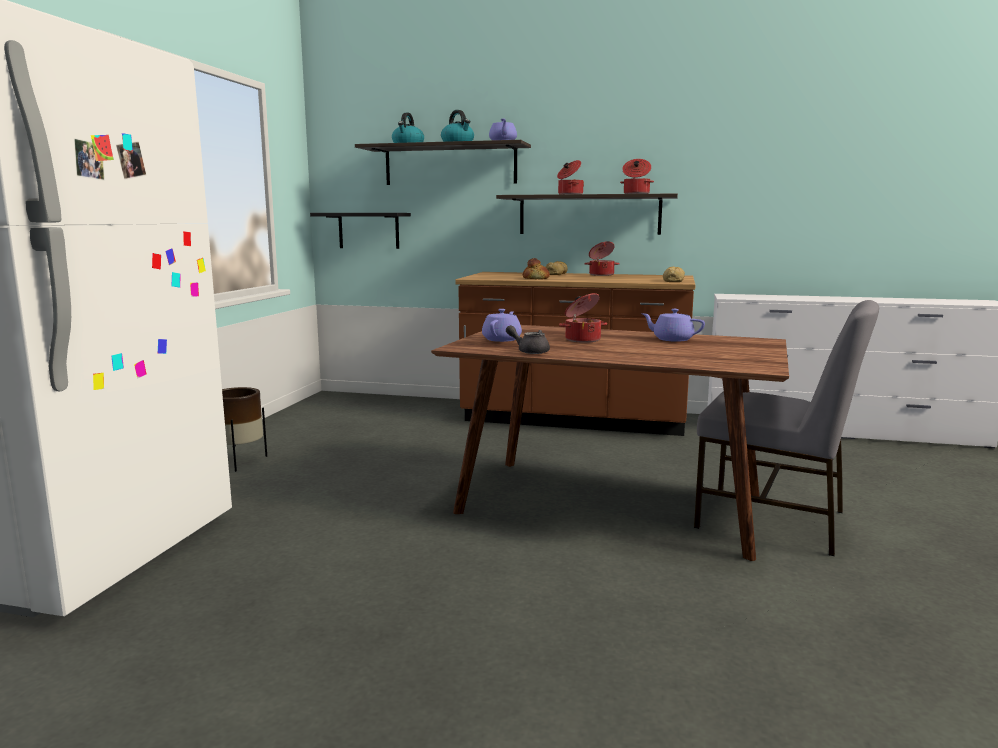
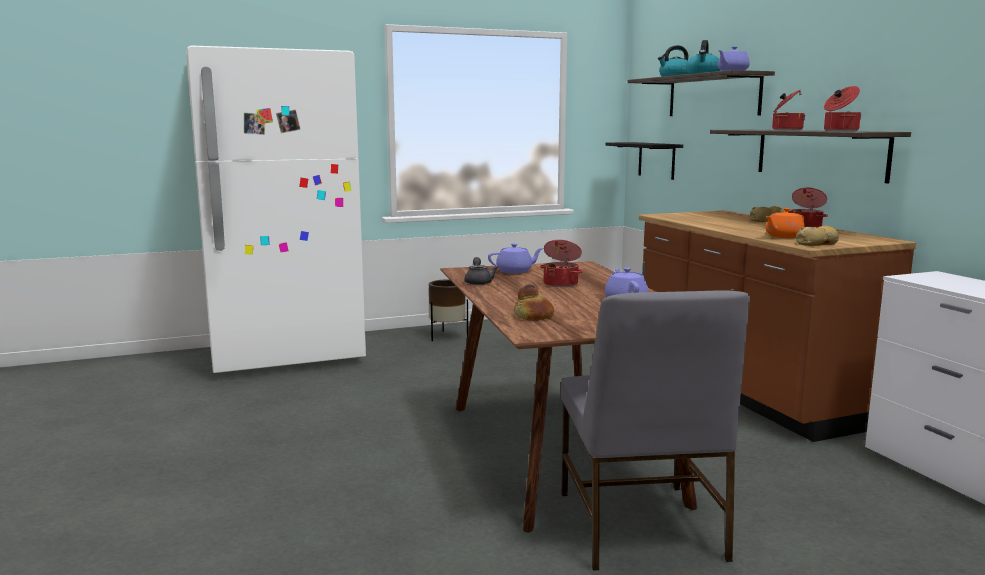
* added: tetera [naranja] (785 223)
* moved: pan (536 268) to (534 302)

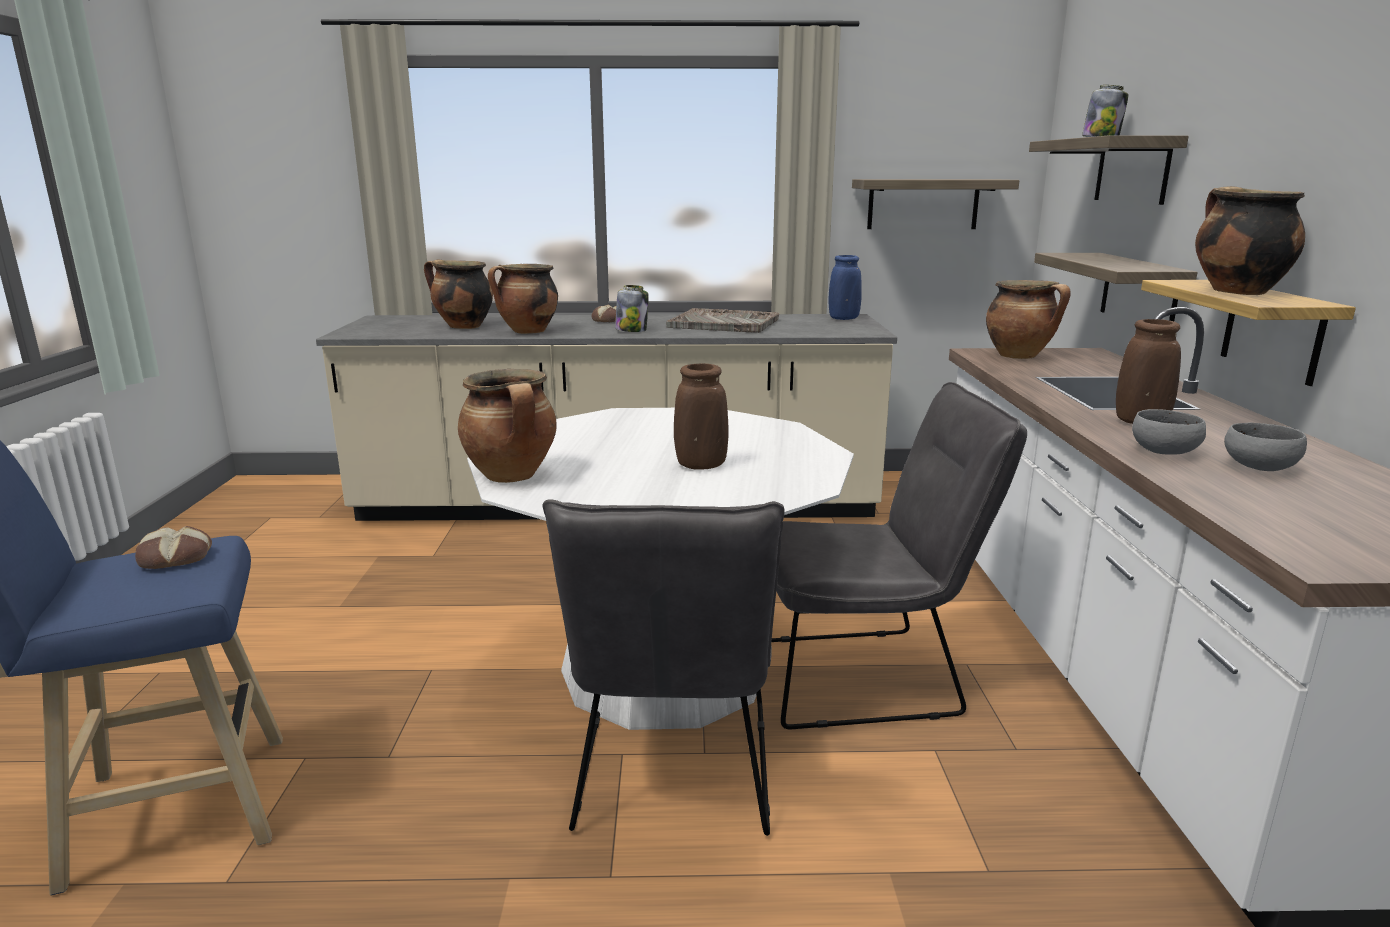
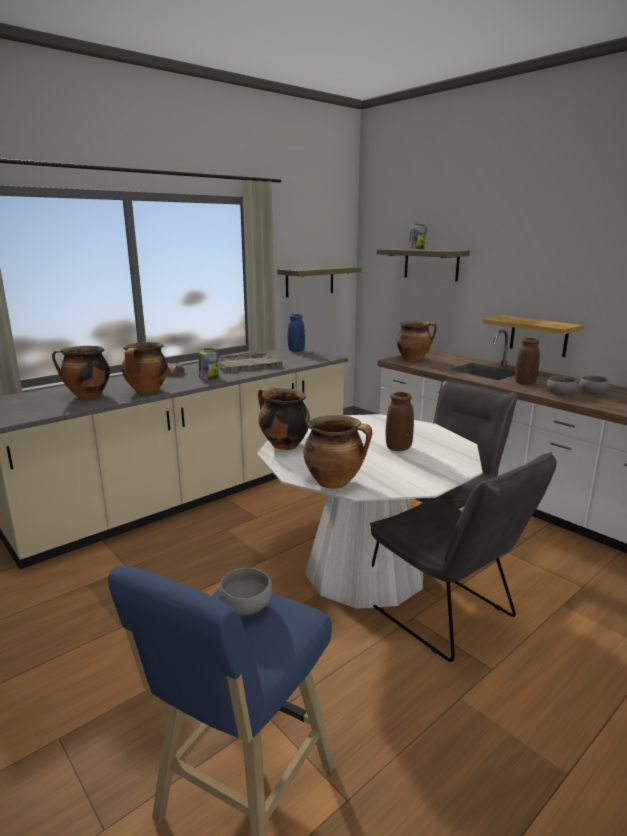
* removed: estante (1116 287)
* moved: olla (1250 240) to (284 419)
* replaced: pan (173 547) to cuenco [gris] (245 591)

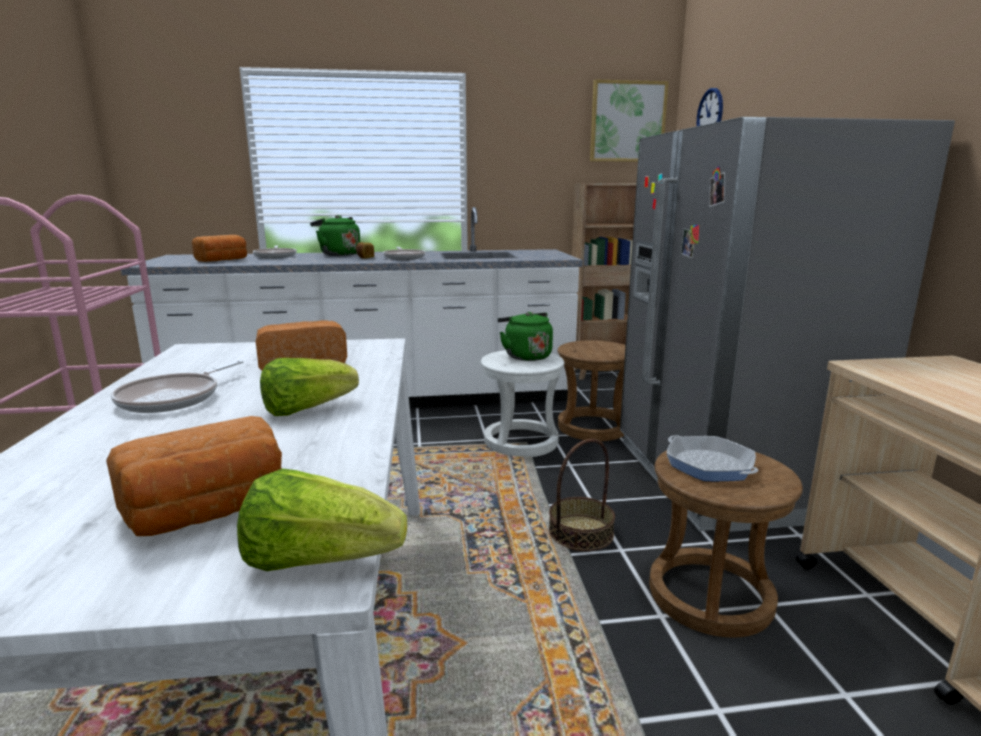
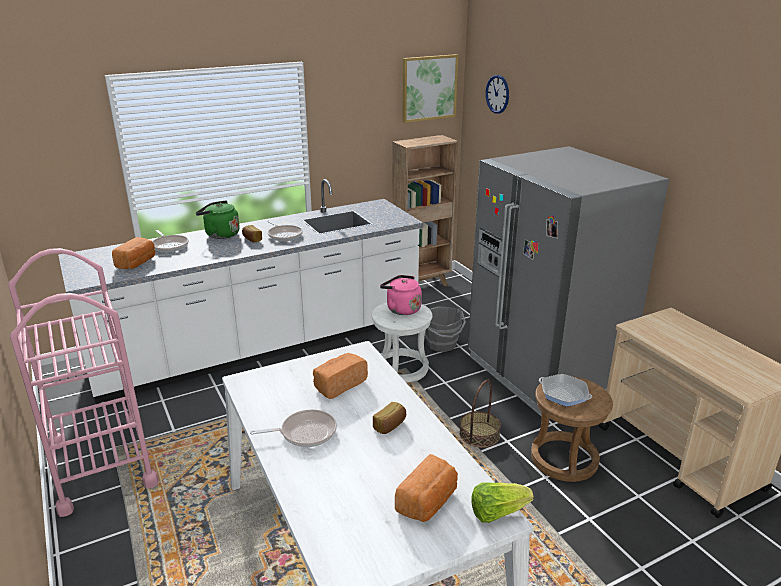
* replaced: lechuga (309 387) to pan (389 418)
* replaced: taburete [marrón] (591 390) to cubo [gris] (445 329)
* recoloured: hervidor [verde] (525 336) to hervidor [rosa] (401 295)
* turned: sartén (177 386) = (293 428) 105 degrees counterclockwise

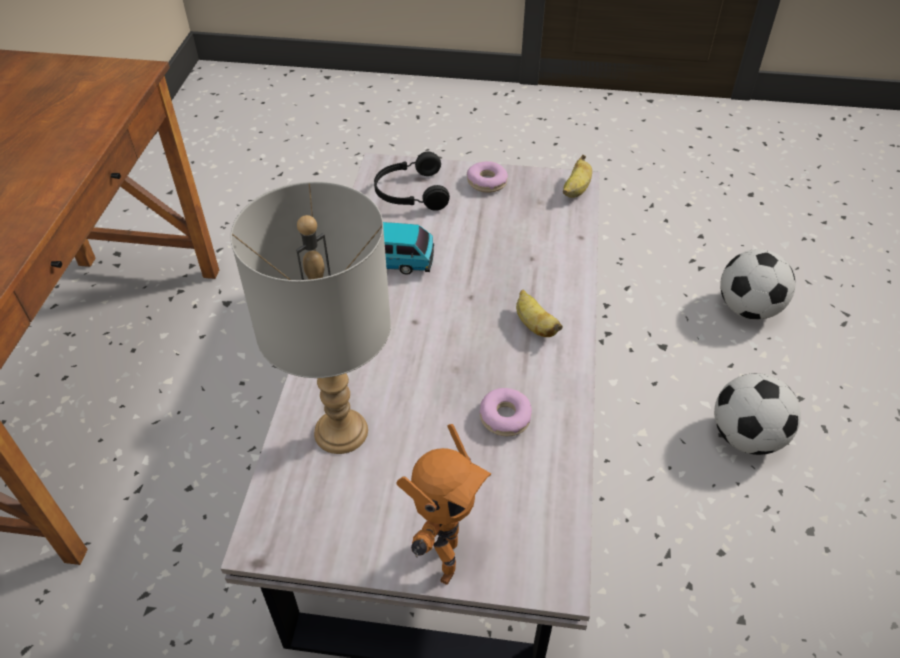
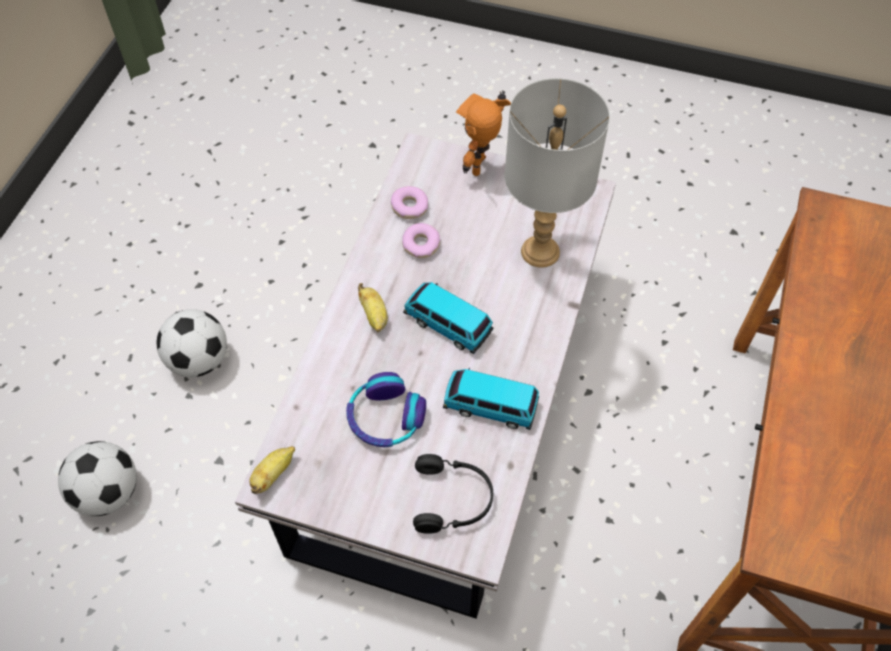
* added: auriculares (386 409)
* added: coche de juguete (448 318)
* moved: rosquilla (487 177) to (409 202)

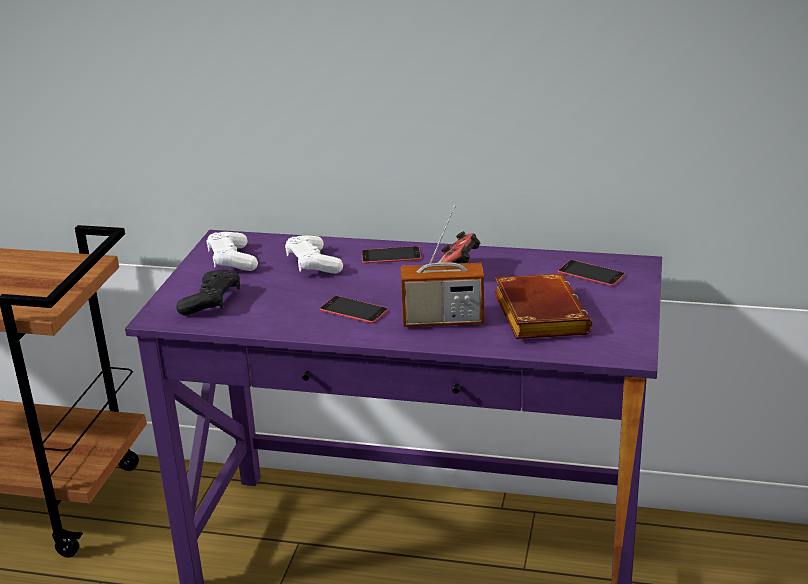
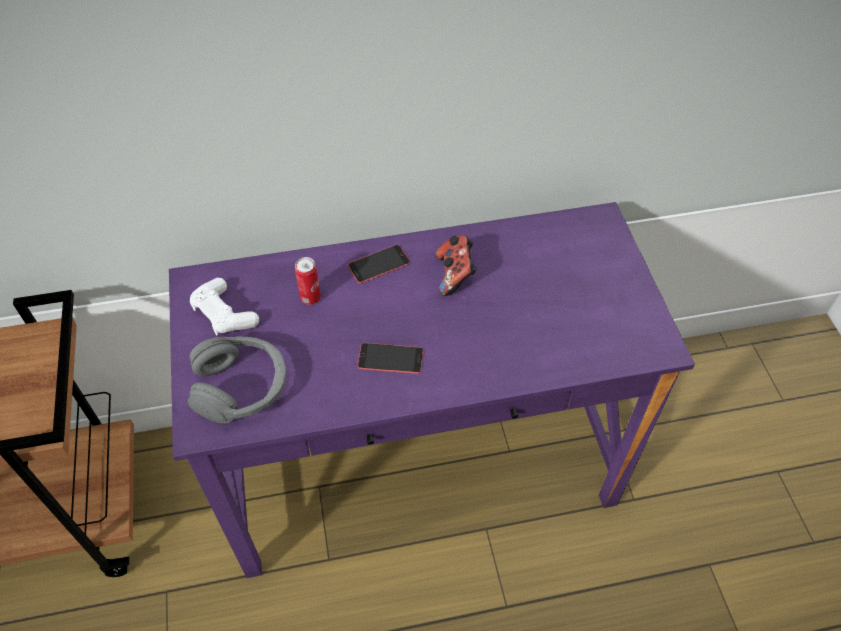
* removed: radio (442 266)
* removed: libro [marrón] (543 306)
* removed: móvil (591 273)
* replaced: mando de consola [negro] (208 292) to auriculares [gris] (237 379)
* replaced: mando de consola [blanco] (314 254) to lata (308 281)

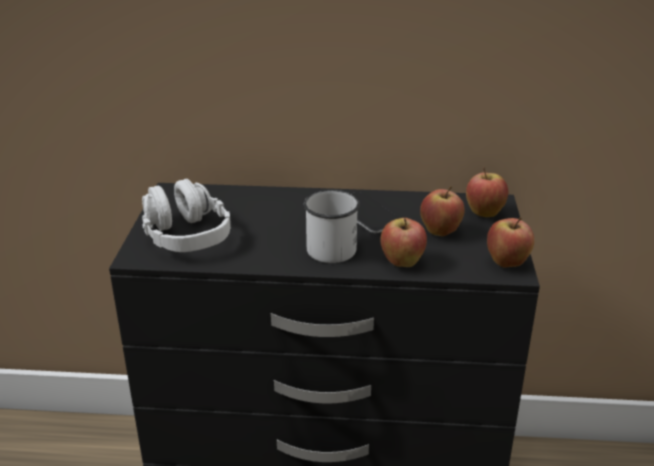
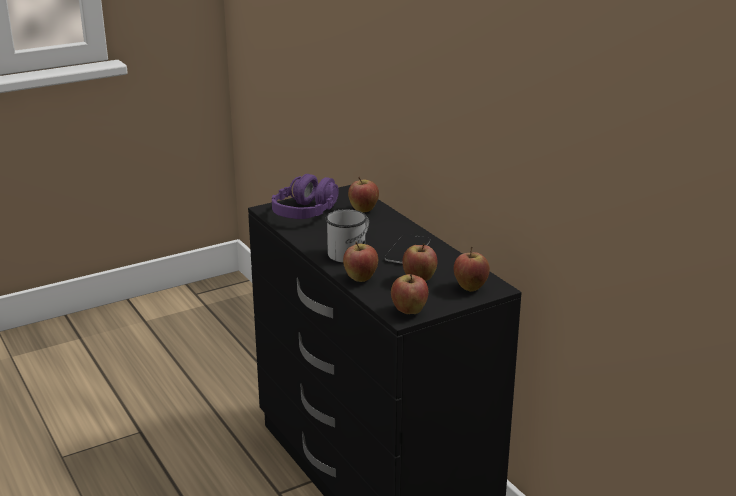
* added: manzana (363 194)
* recoloured: auriculares [gris] (186 215) to auriculares [morado] (305 196)

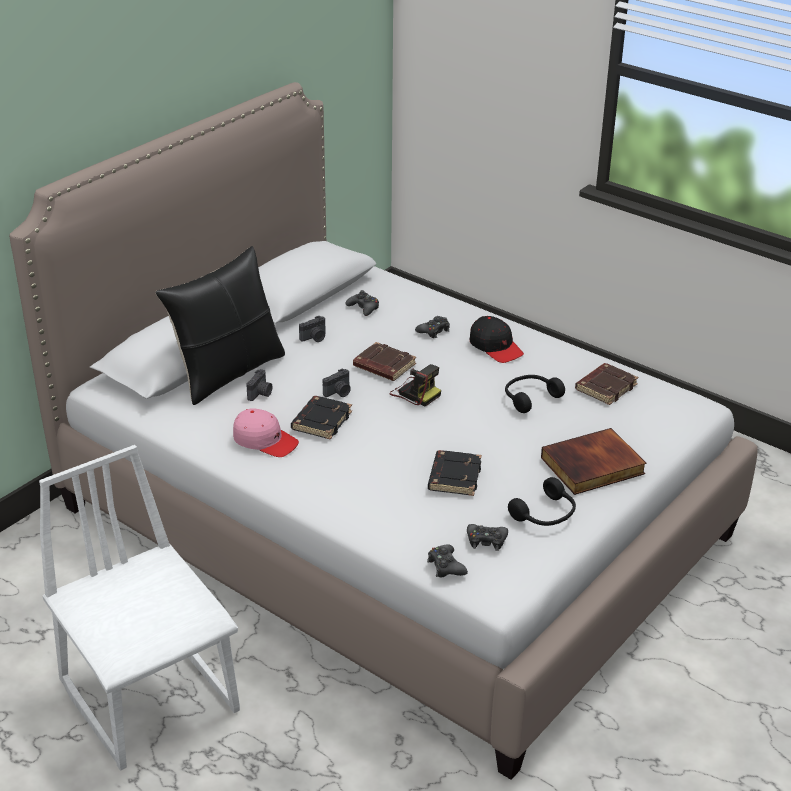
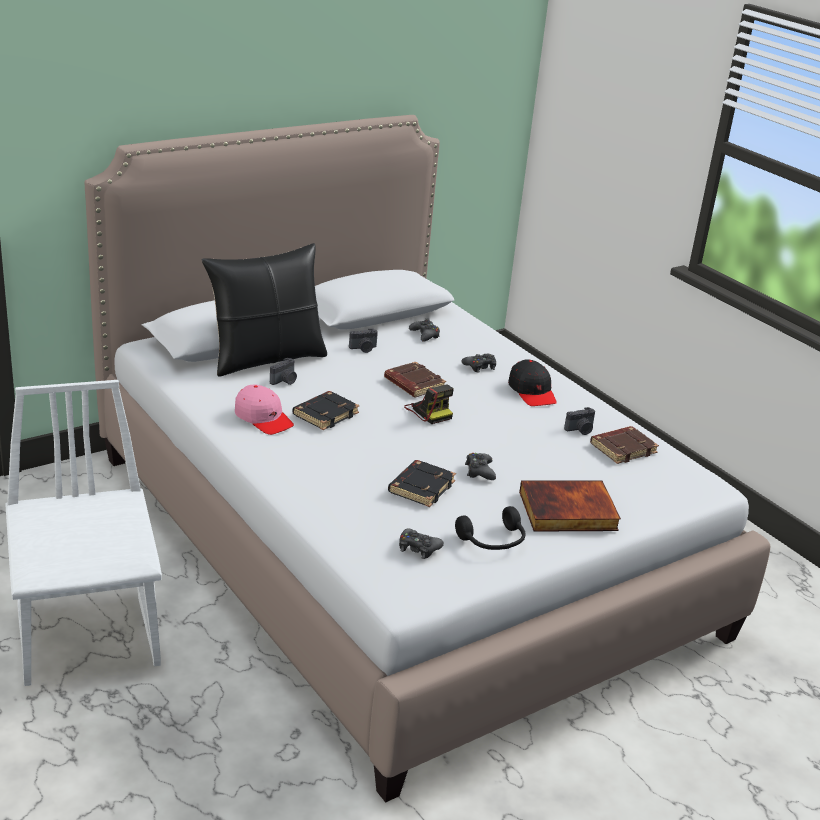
* removed: auriculares [negro] (535 394)
* moved: cámara (337 382) to (579 421)
* moved: mando de consola [negro] (447 561) to (480 466)

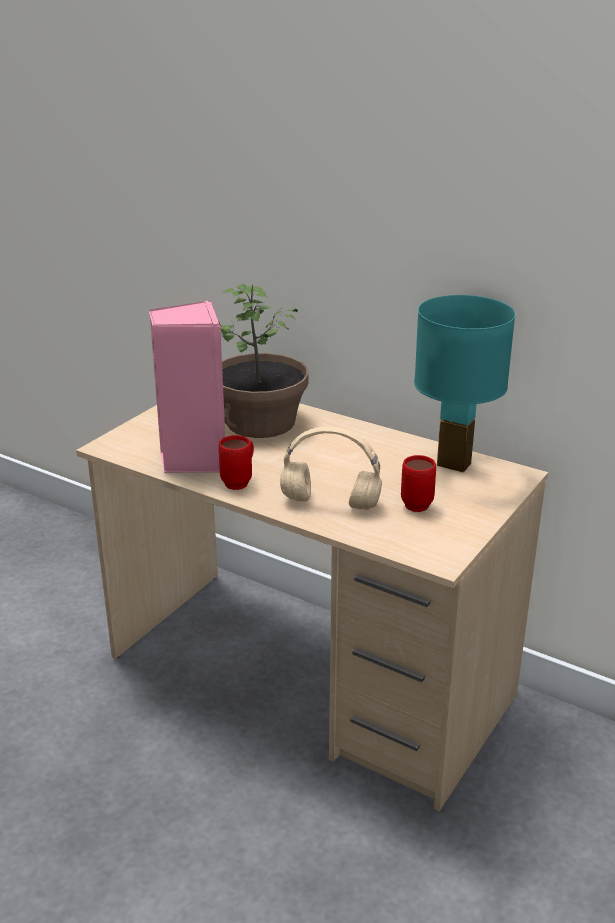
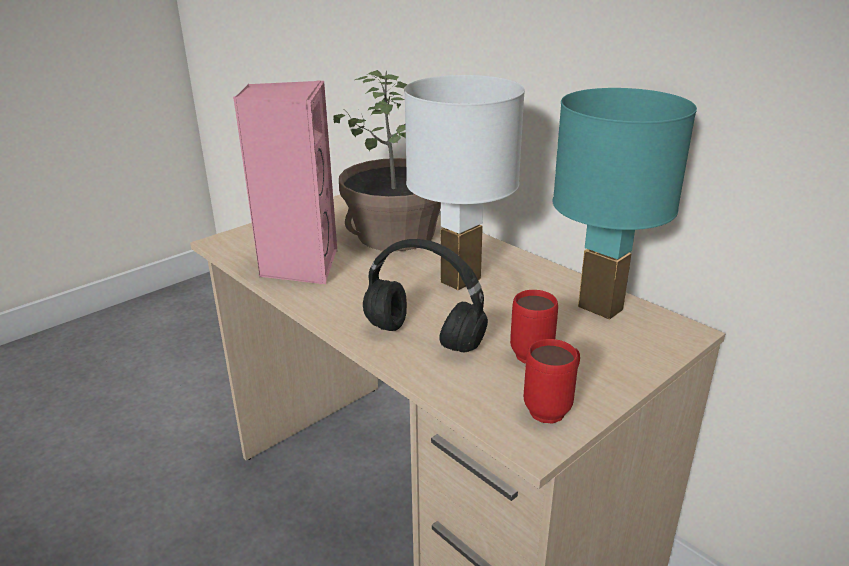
* added: lámpara de mesa [blanco] (464 182)
* moved: taza grande [rojo] (236 462) to (552 381)
* recoloured: auriculares [beis] (331 468) to auriculares [negro] (425 296)

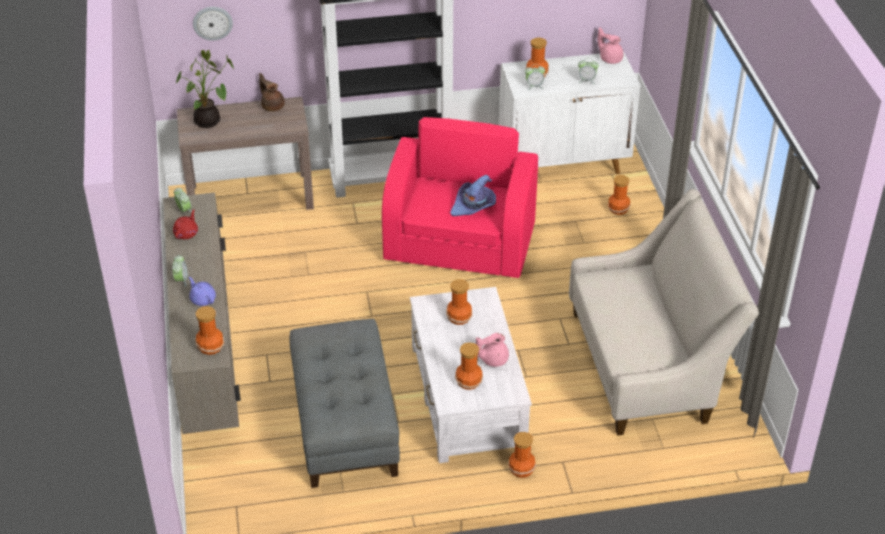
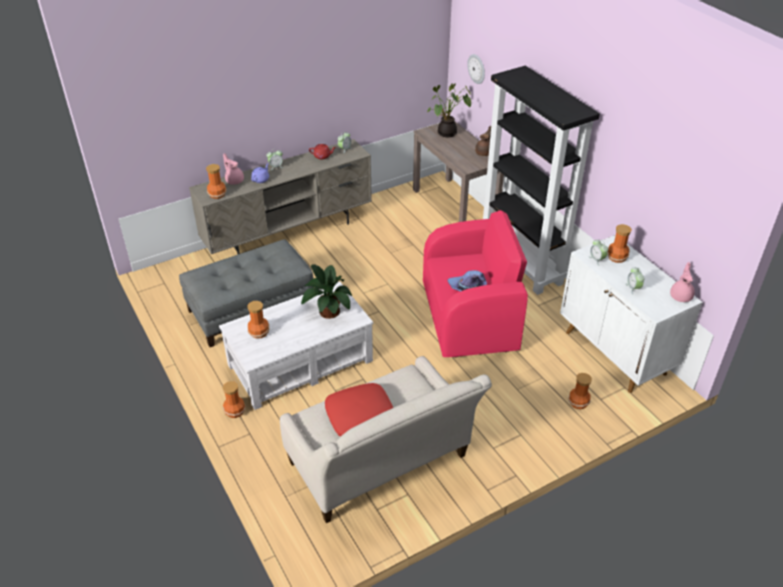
* added: cojín [rojo] (359 409)
* moved: tetera [rosa] (492 350) to (233 169)
* replaced: florero (459 302) to planta en maceta (326 291)

